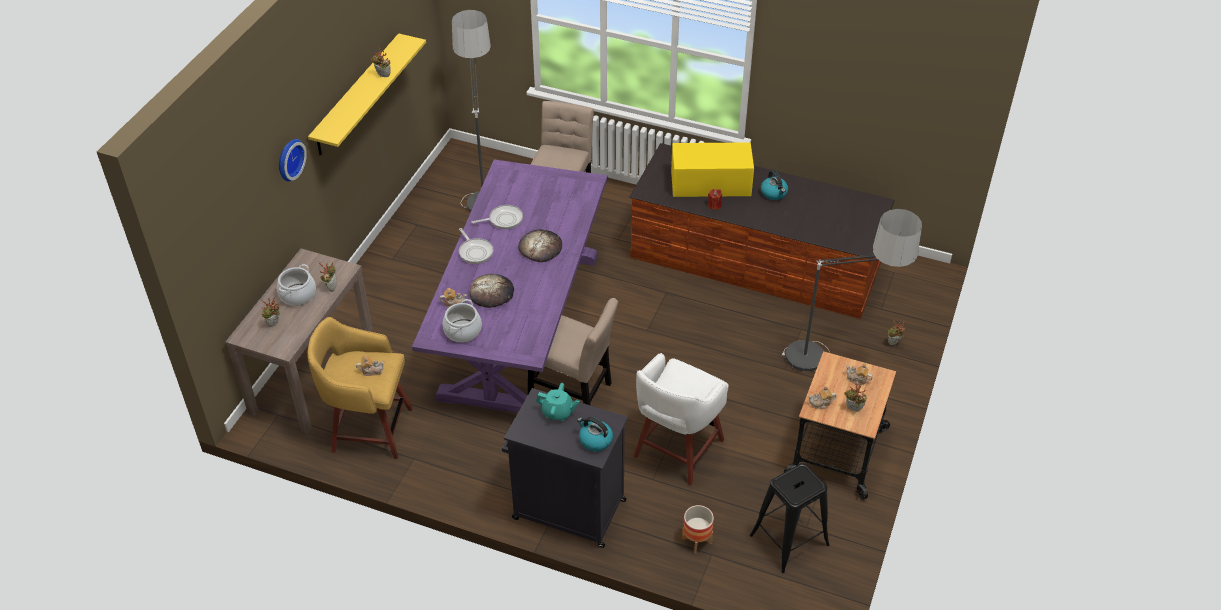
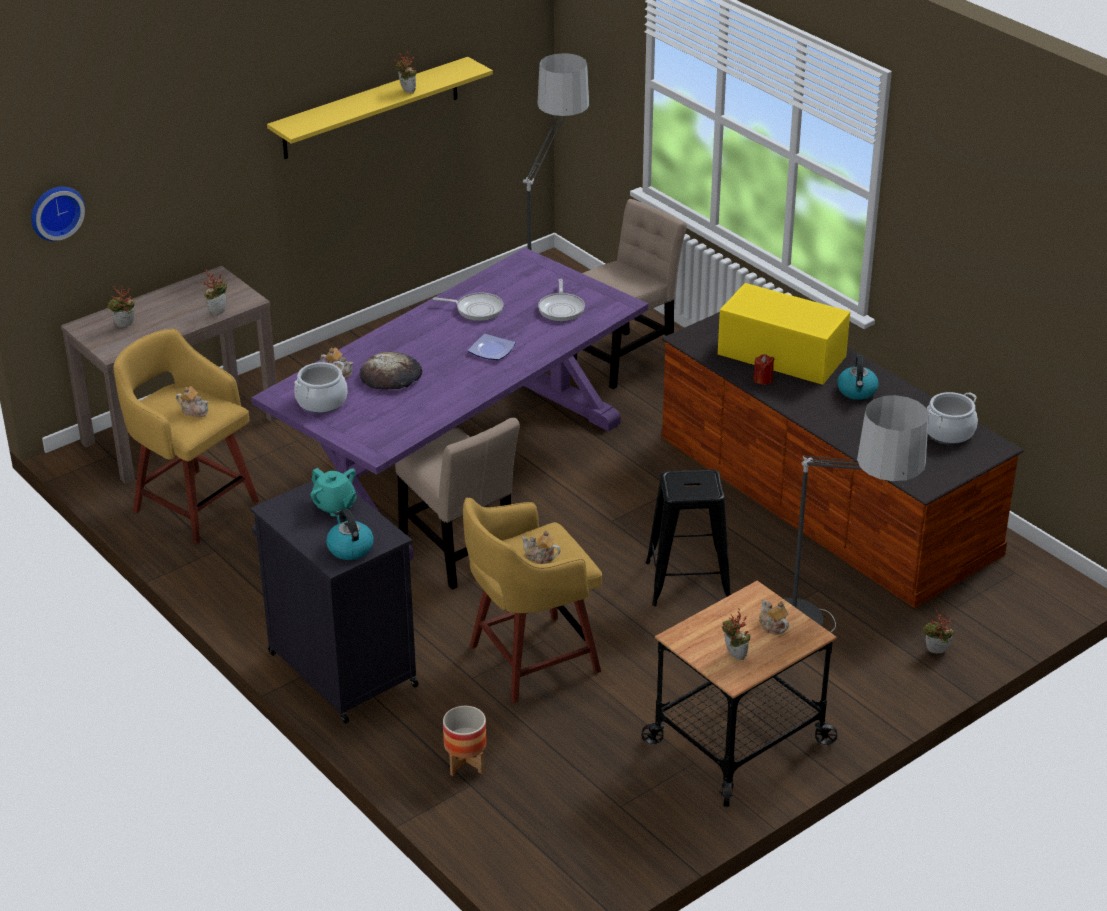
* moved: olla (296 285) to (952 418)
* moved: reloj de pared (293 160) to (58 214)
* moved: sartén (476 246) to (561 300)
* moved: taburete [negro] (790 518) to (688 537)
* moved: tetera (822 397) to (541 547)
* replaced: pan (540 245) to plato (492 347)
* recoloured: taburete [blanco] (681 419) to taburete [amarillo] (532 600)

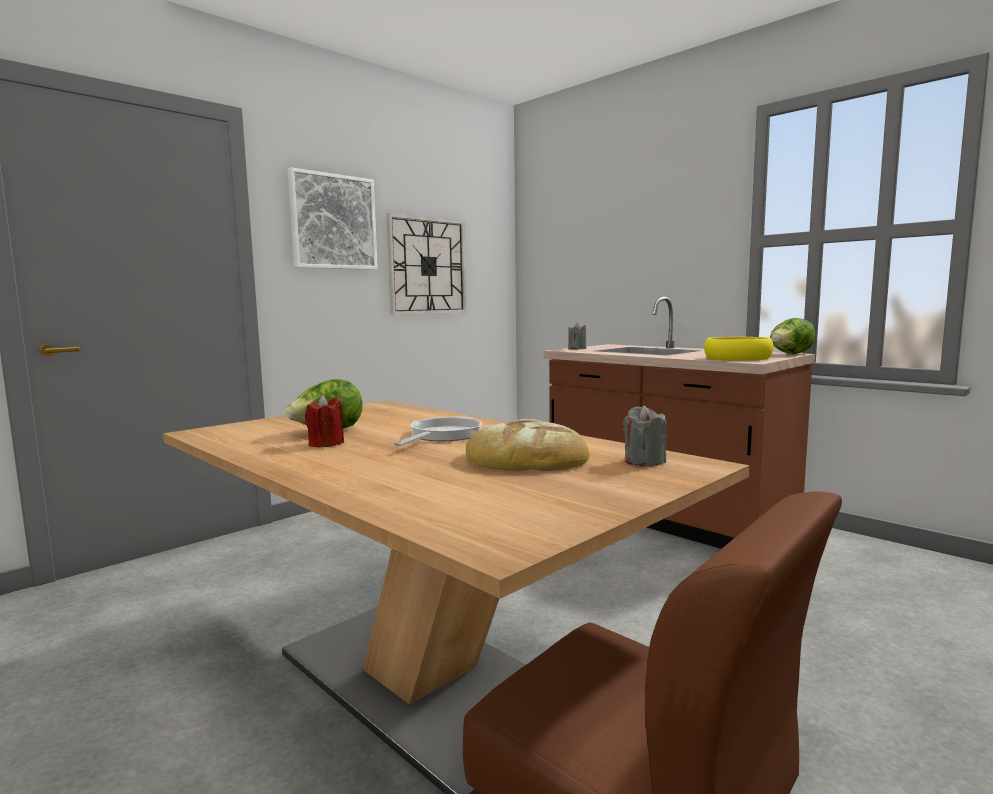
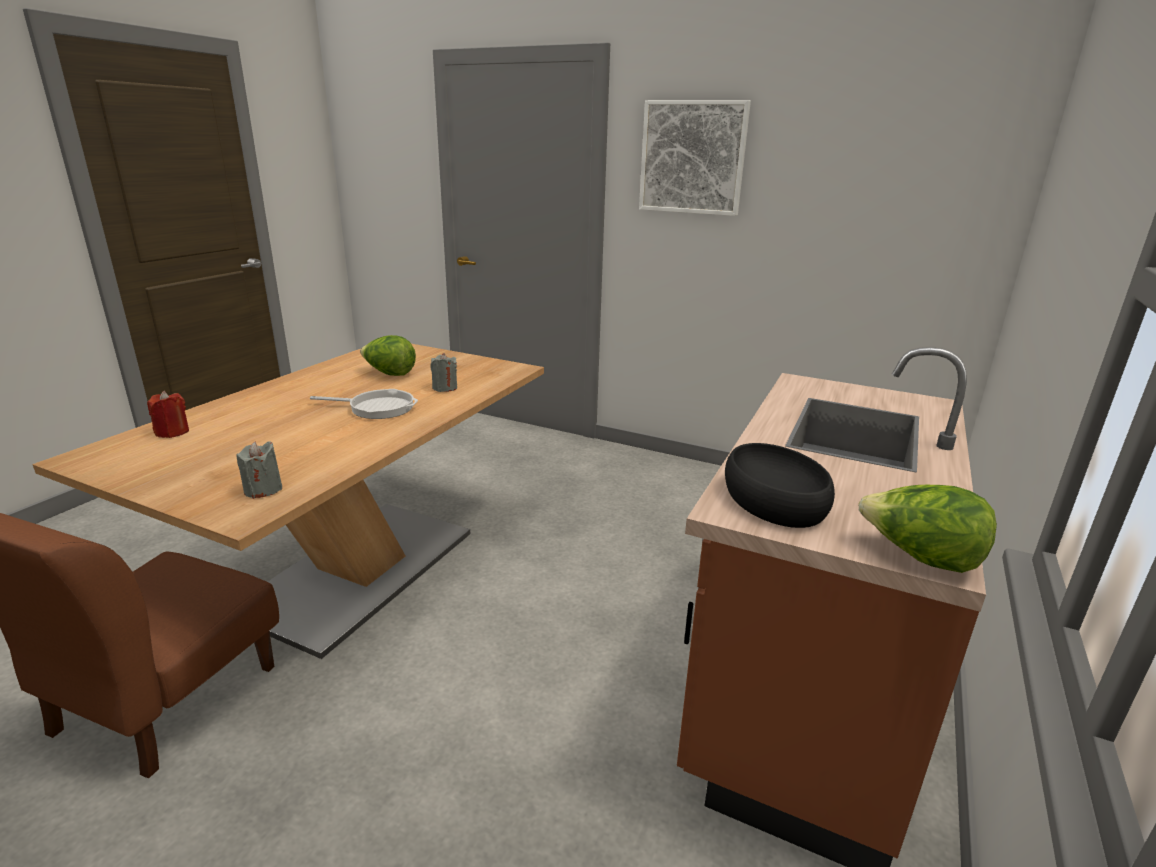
* removed: reloj de pared (426 264)
* removed: pan (528 445)
* moved: vela [rojo] (324 421) to (168 414)
* moved: vela [gris] (577 335) to (444 372)
* recoloured: cuenco [amarillo] (739 349) to cuenco [negro] (780 485)

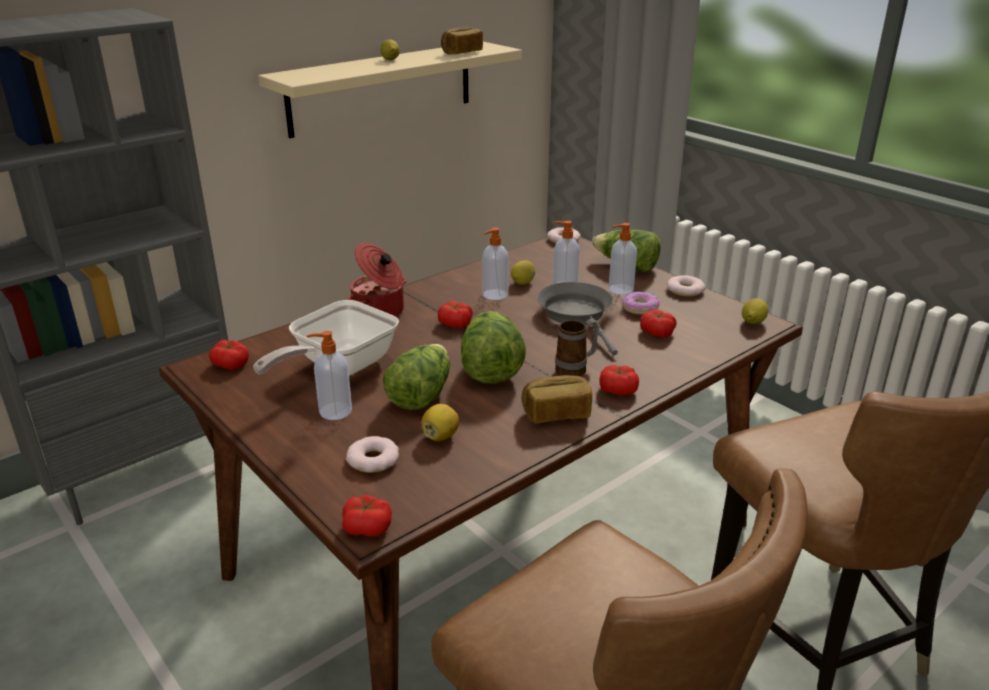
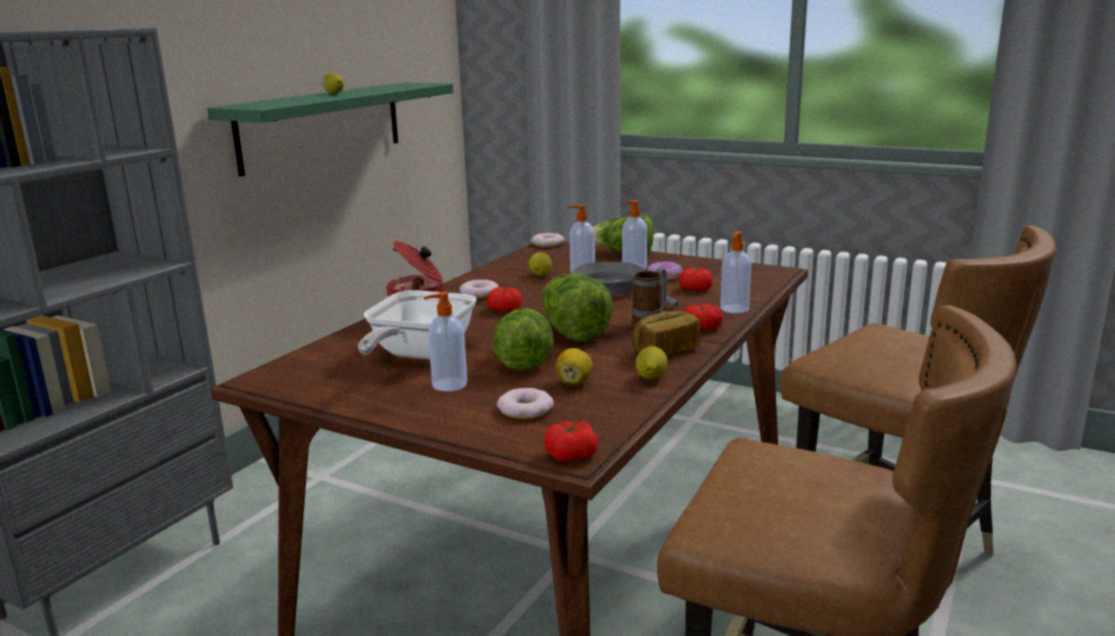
* removed: tomate (229 355)
* removed: pan (462 41)
* moved: dispensador de jabón (495 263) to (735 272)
* moved: rosquilla (686 285) to (479 289)
* moved: limón (755 311) to (651 363)
* recoloured: estante [beis] (390 90) to estante [verde] (330 129)

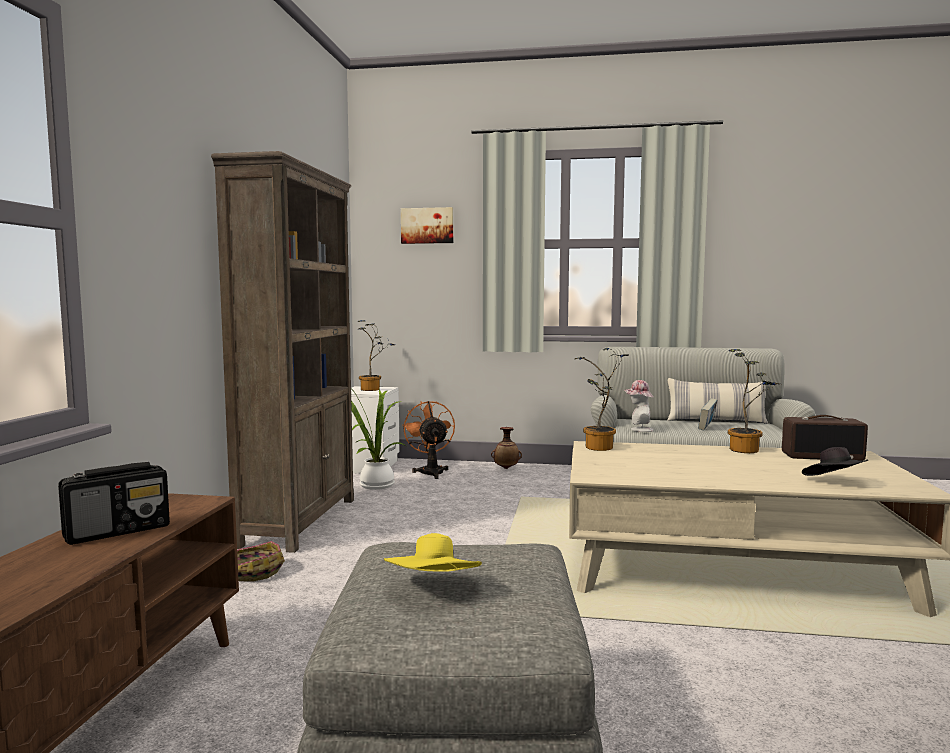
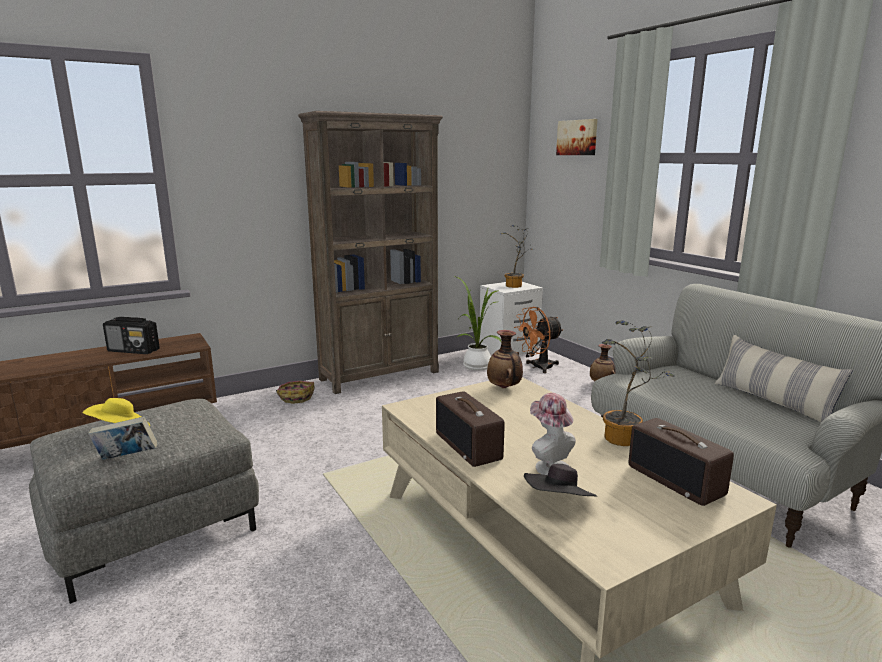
* added: radio (470 429)
* moved: sombrero (639 406) to (553 434)
* moved: libro (707 414) to (123 438)
* replaced: planta en maceta (601 399) to florero (505 359)
* turned: ventilador [naranja] (428 440) = (538 340) 150 degrees counterclockwise

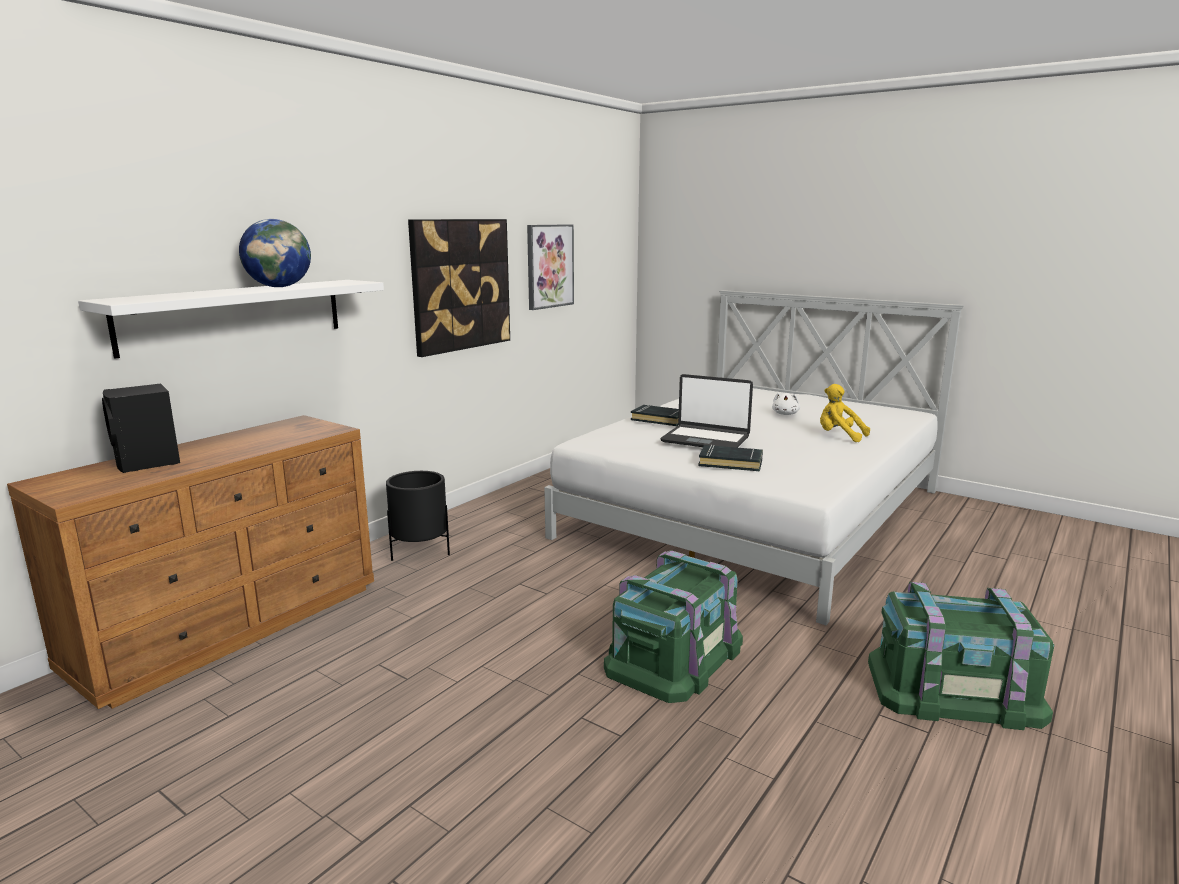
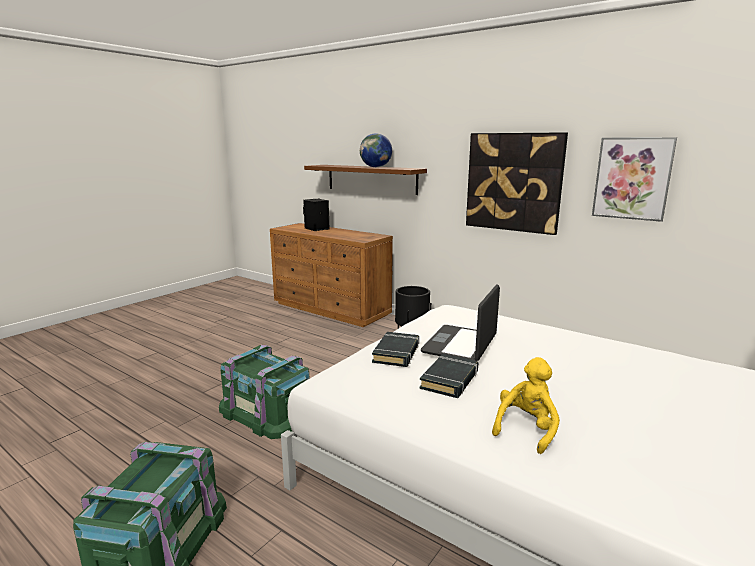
* removed: peluche [blanco] (786 403)
* moved: libro [negro] (655 415) to (449 376)
* recoloured: estante [blanco] (231 319) to estante [marrón] (365 180)

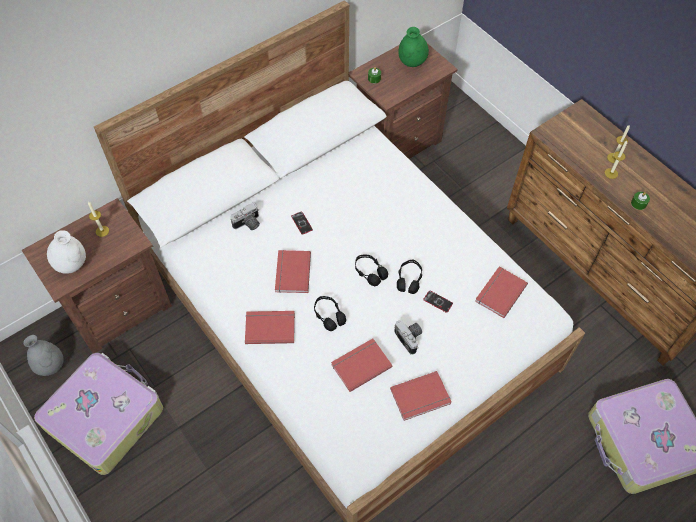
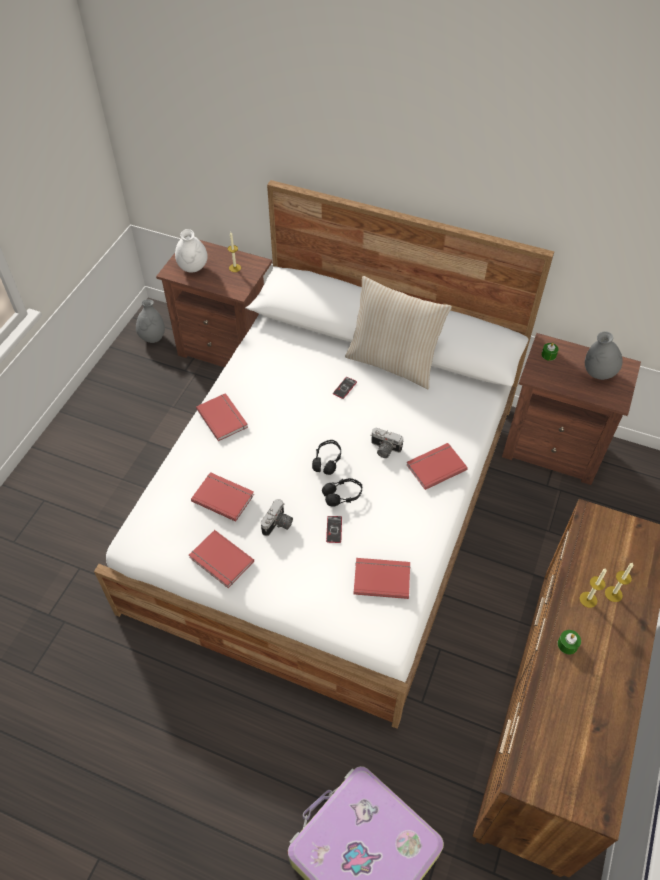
* removed: maleta (98 414)
* removed: auriculares [negro] (330 313)
* added: cojín [beis] (398 332)
* moved: cámara (245 216) to (386 443)
* moved: libro [rojo] (293 271) to (437 466)
* recoloured: florero [verde] (413 47) to florero [gris] (604 355)

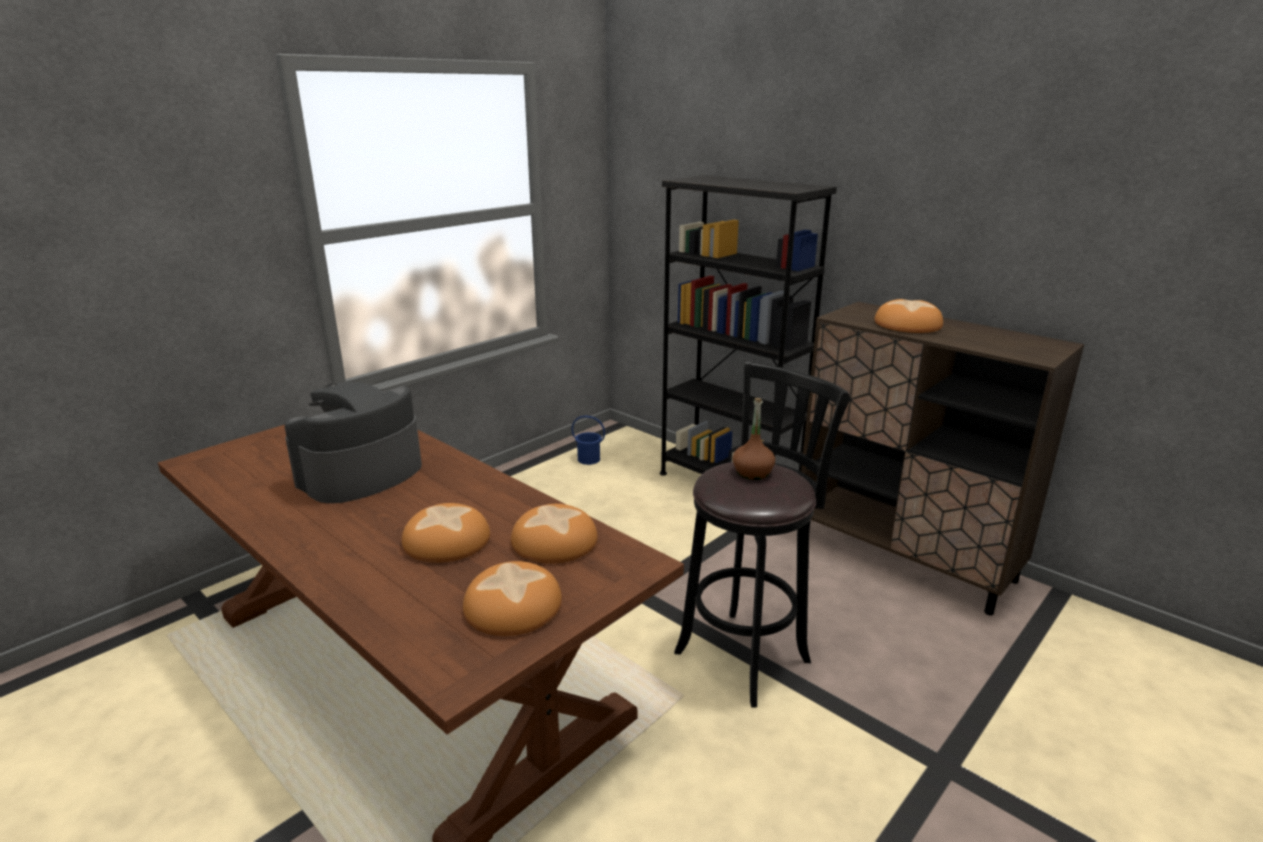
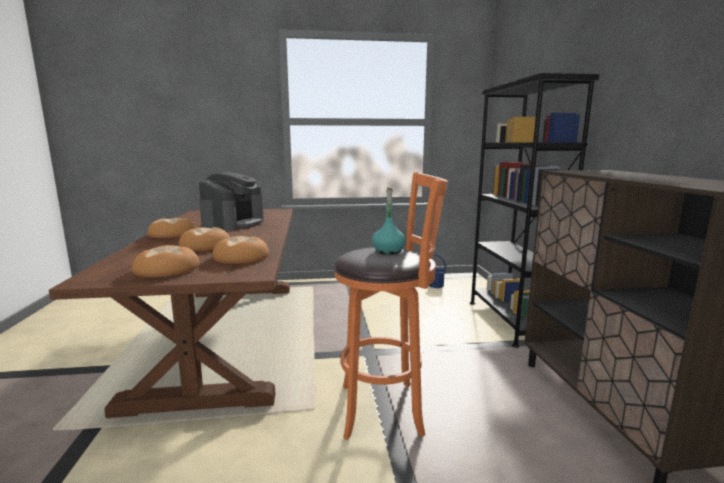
* moved: pan (908 316) to (171 227)
* recoloured: taburete [negro] (762 534) to taburete [naranja] (391 306)
* recoloured: botella [marrón] (753 439) to botella [turquesa] (389 221)
* turned: cafetera (353 442) = (231 201) 120 degrees clockwise

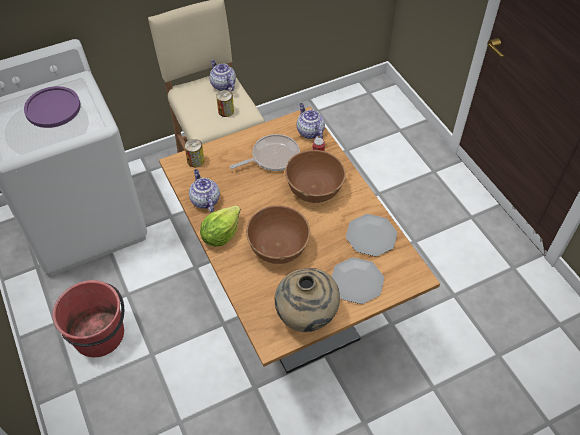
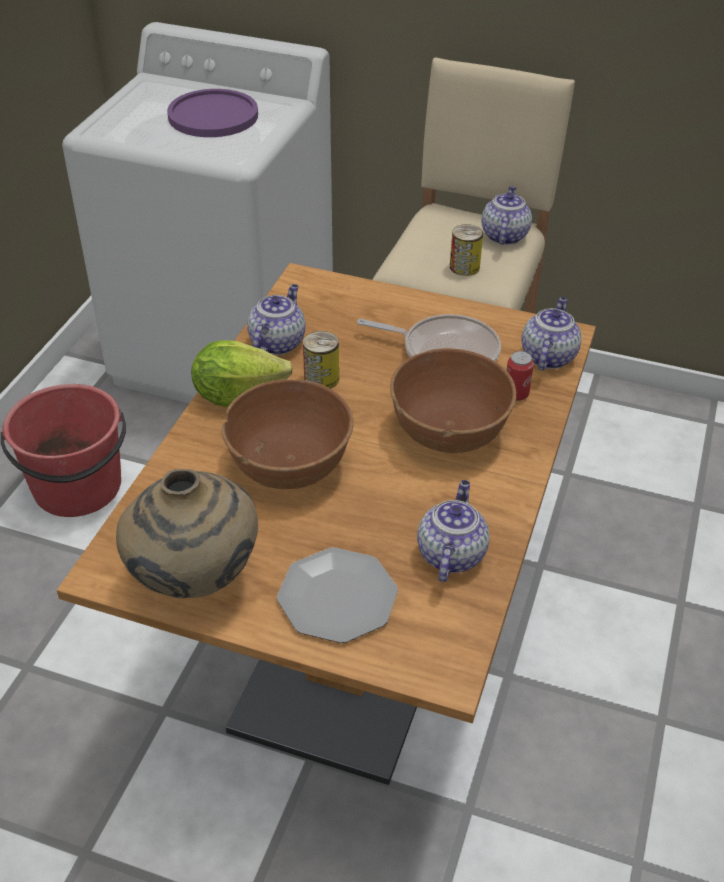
* moved: lata (194 153) to (321 360)
* replaced: plato (372 235) to tetera (453 531)

